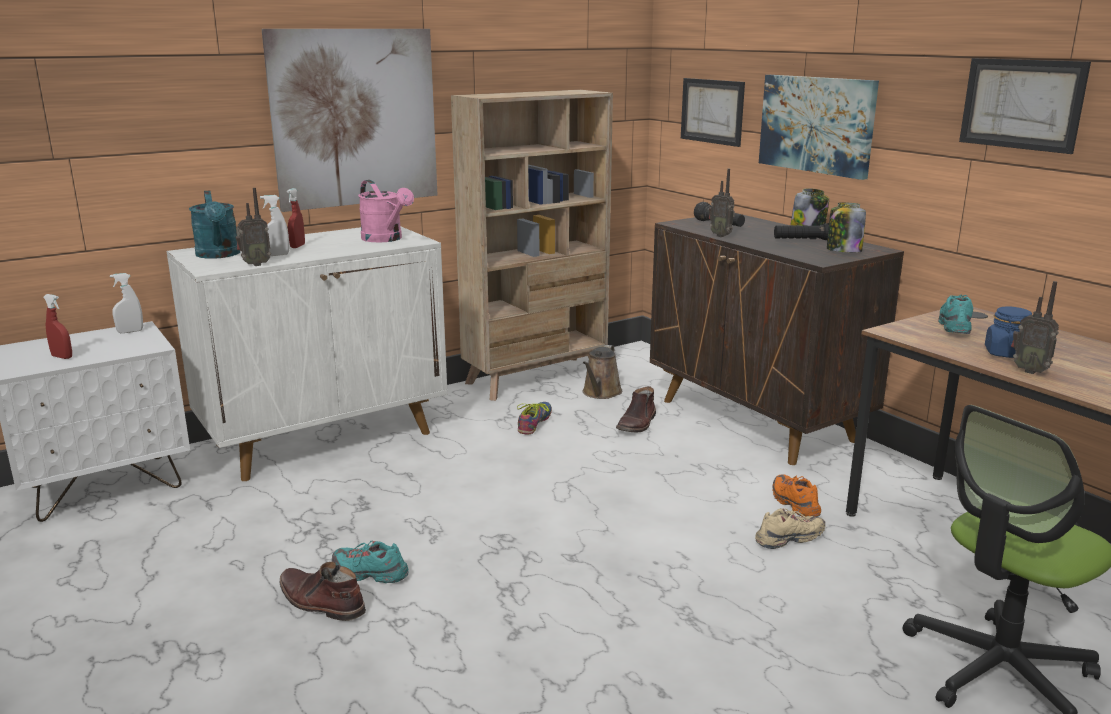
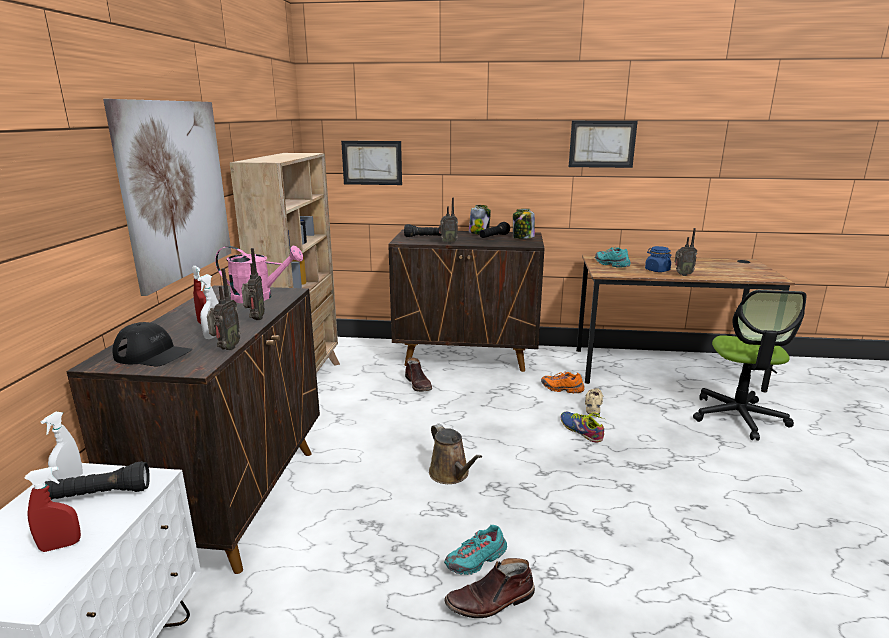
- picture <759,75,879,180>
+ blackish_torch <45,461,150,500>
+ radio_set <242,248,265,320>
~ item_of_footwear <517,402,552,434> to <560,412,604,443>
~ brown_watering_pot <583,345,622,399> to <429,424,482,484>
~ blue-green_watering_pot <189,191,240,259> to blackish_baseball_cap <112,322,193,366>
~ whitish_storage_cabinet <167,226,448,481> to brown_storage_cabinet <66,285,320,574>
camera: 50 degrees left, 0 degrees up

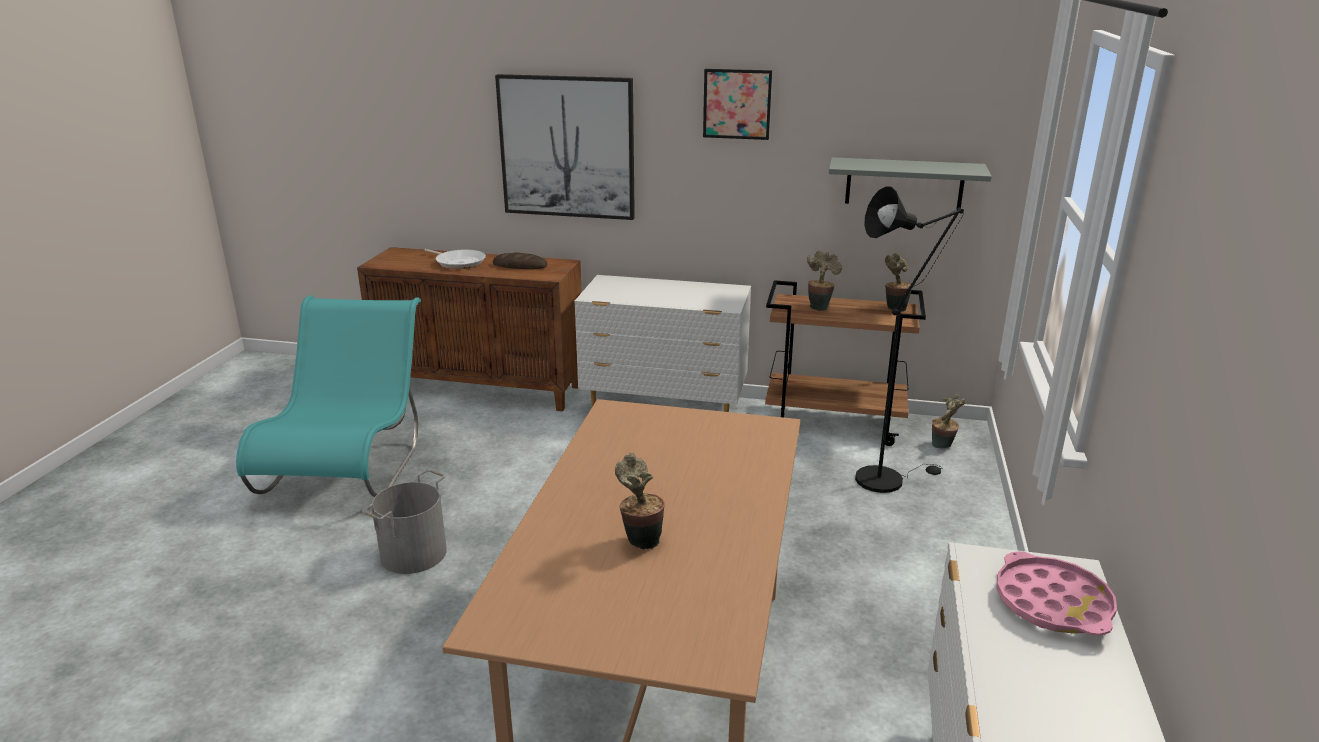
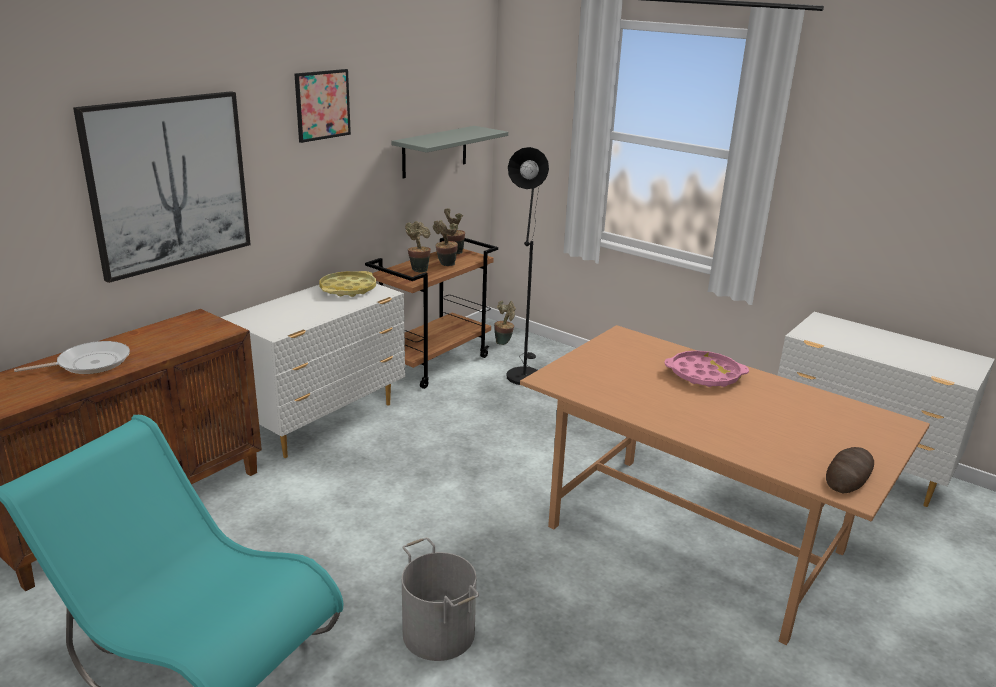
+ yellow-coloured_serving_tray <319,271,376,297>
~ baked_bread <493,252,547,269> to <826,447,874,493>
~ houseplant <615,452,665,550> to <433,220,458,266>
~ pinkish_serving_tray <996,551,1117,636> to <665,351,749,387>
camera: 65 degrees left, 0 degrees up

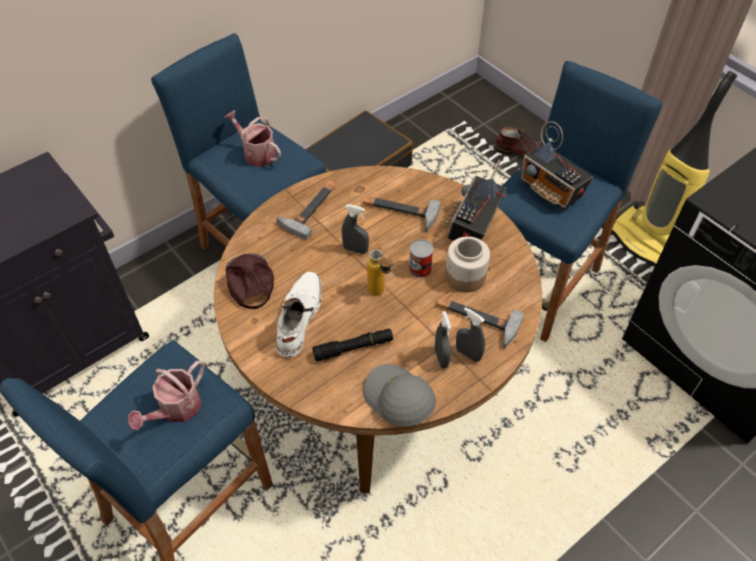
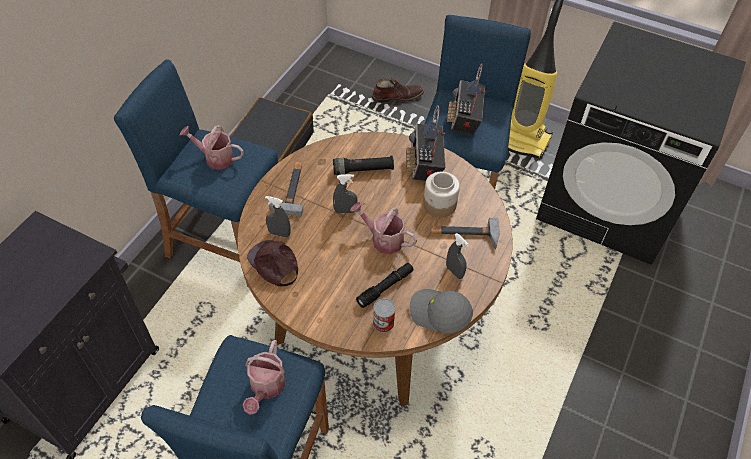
- whitish_boot <276,271,322,358>
~ metal_can <409,239,433,278> to <373,298,395,333>
~ grey_sprayer <456,307,485,362> to <265,196,291,238>
~ tool_hammer <363,196,441,233> to blackish_torch <333,155,394,175>
~ beverage_bottle <367,250,393,296> to watering_pot <350,202,417,254>
~ radio_set <521,121,593,210> = <447,63,486,135> 75 degrees clockwise
camera: 25 degrees left, 0 degrees up

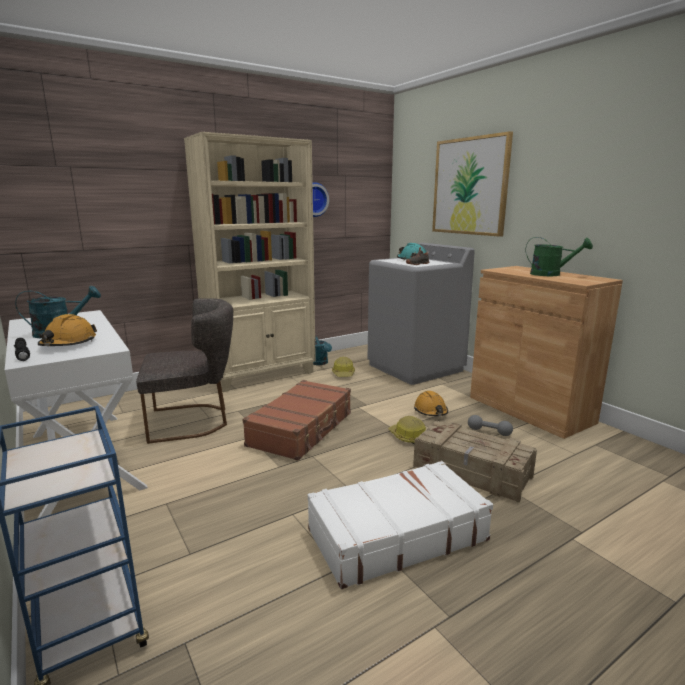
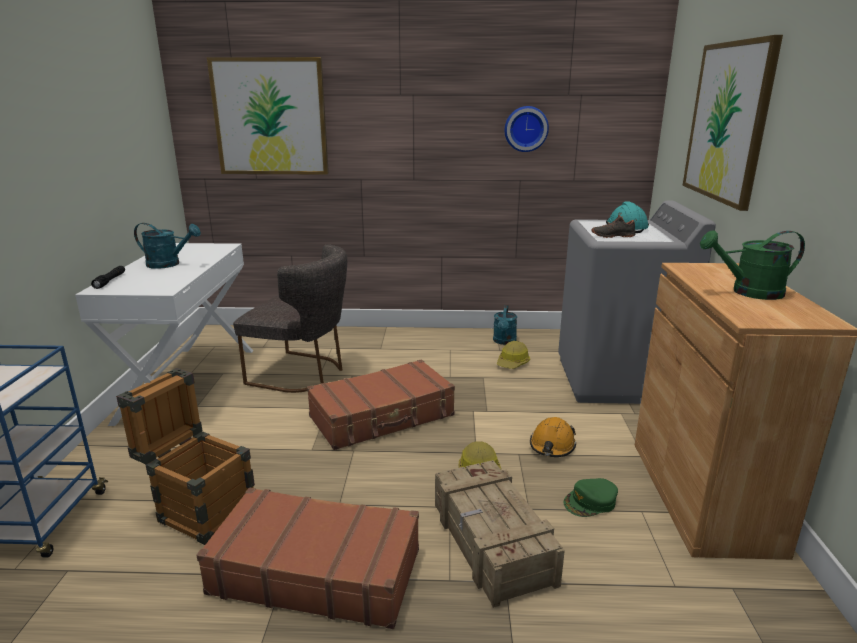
- orange-coloured_work_helmet <38,314,97,346>
- beige_shelving_unit <184,132,316,392>
+ packing_crate <116,368,255,545>
+ picture <207,57,329,175>
~ grey_free_weight <468,415,513,436> to green_baseball_cap <563,478,618,517>
~ whitish_travel_case <308,461,493,589> to brown_travel_case <196,488,419,629>
~ green_watering_pot <525,237,593,276> = <700,230,805,300> 120 degrees clockwise
camera: 35 degrees right, 5 degrees up

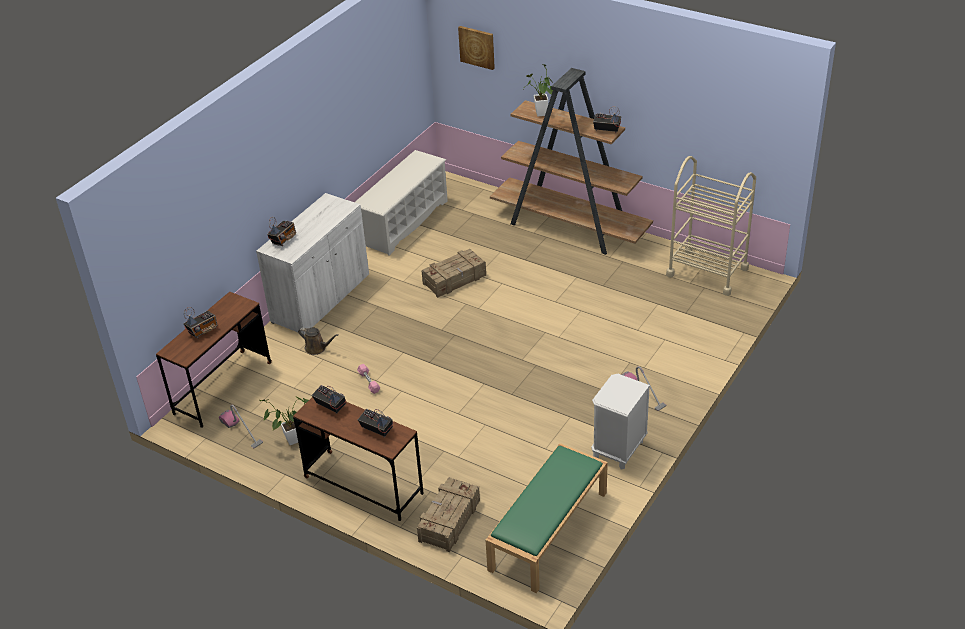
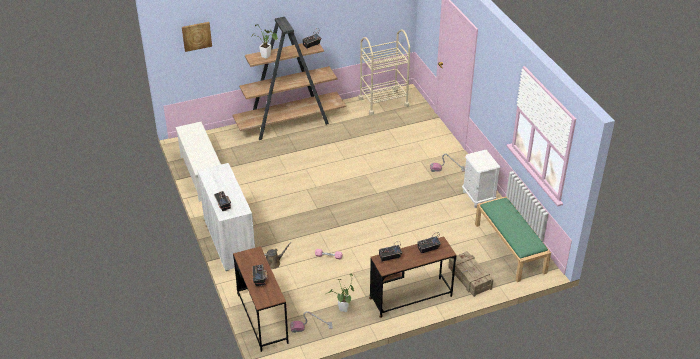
- packing_crate <422,249,486,298>
camera: 55 degrees left, 0 degrees up

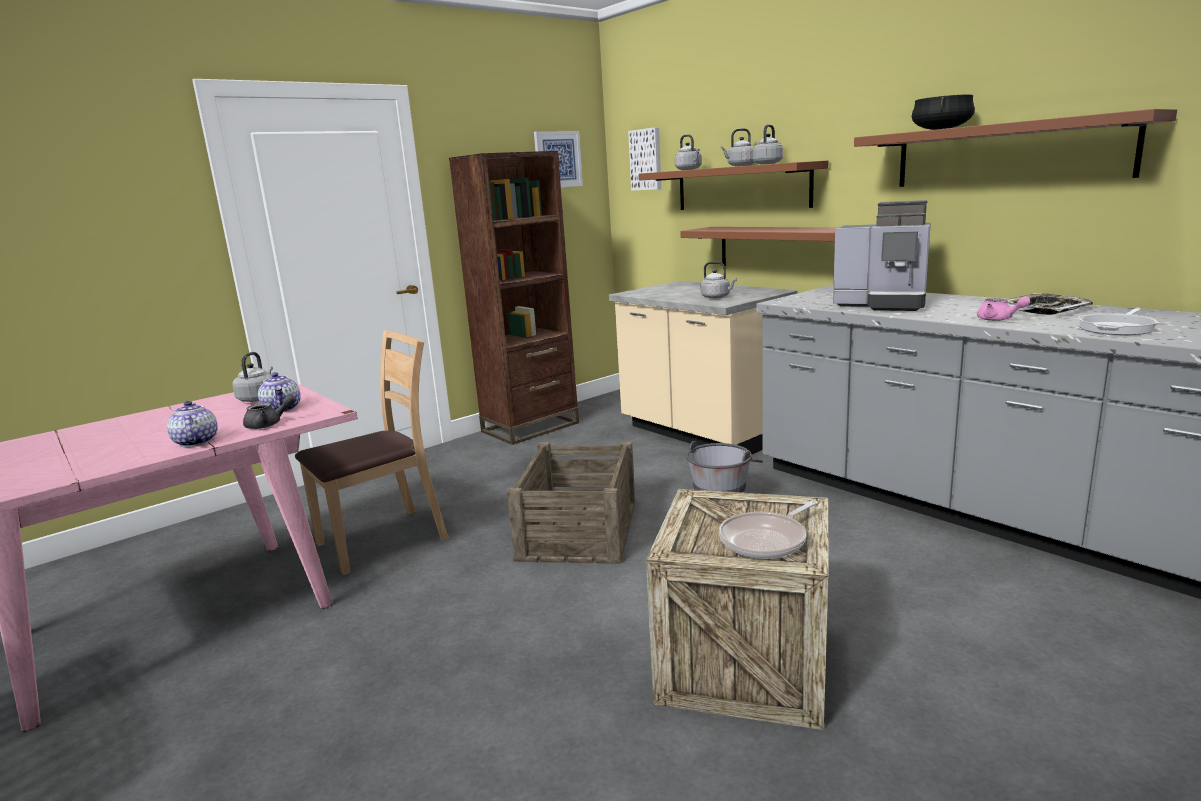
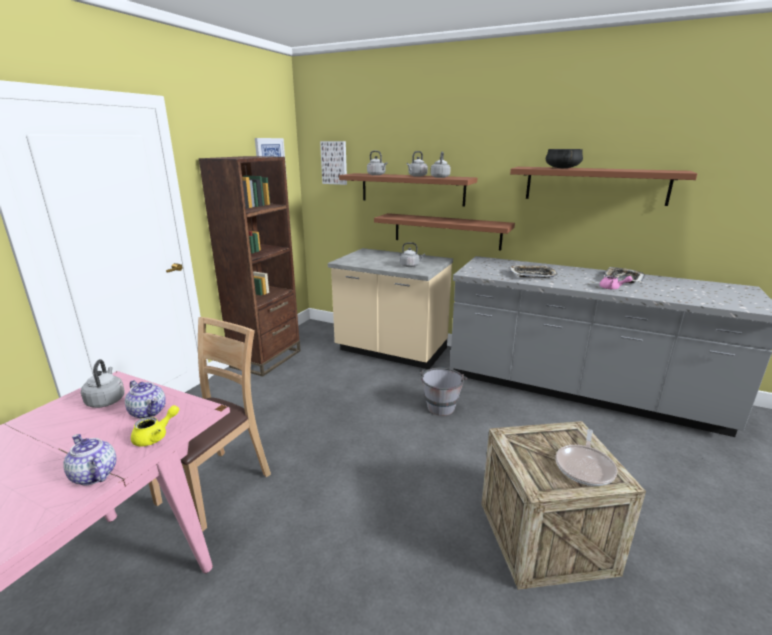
- packing_crate <507,442,635,564>
- pan <1078,308,1159,335>
~ coffee_machine <833,200,931,311> to serving_tray <508,265,558,278>
~ grey_tea_pot <243,395,296,429> to yellow-coloured_tea_pot <131,405,179,446>
camera: 25 degrees left, 5 degrees up

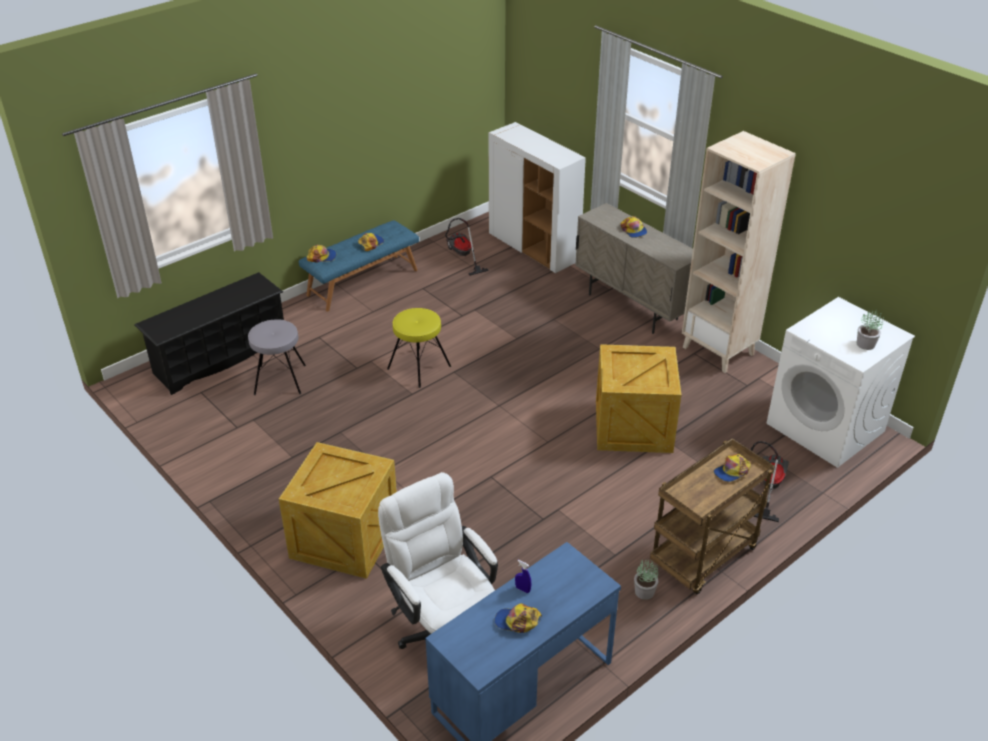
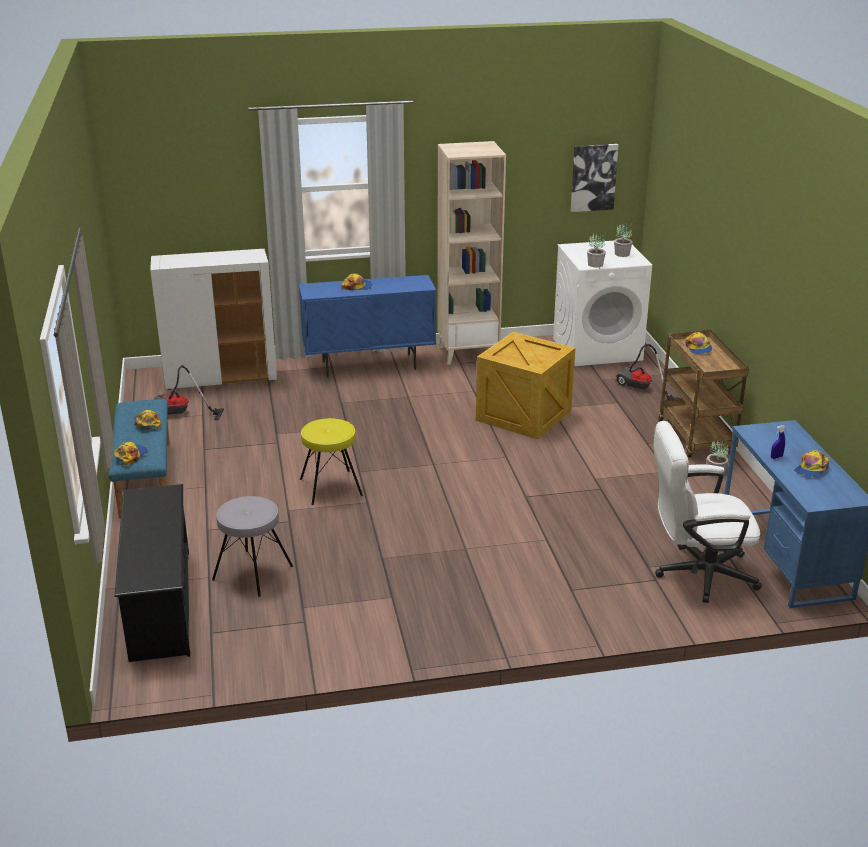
- packing_crate <279,442,397,579>
+ picture <571,144,618,212>
+ houseplant <587,233,606,267>
~ beige_storage_cabinet <575,203,693,334> to bluish_storage_cabinet <299,275,436,377>
camera: 60 degrees left, 10 degrees down

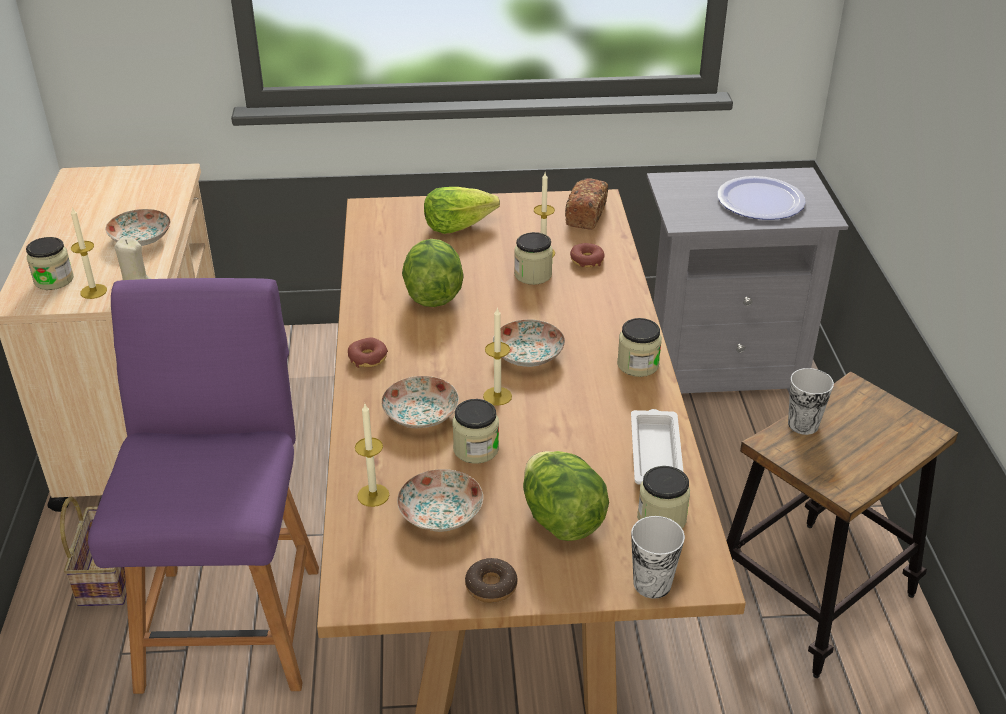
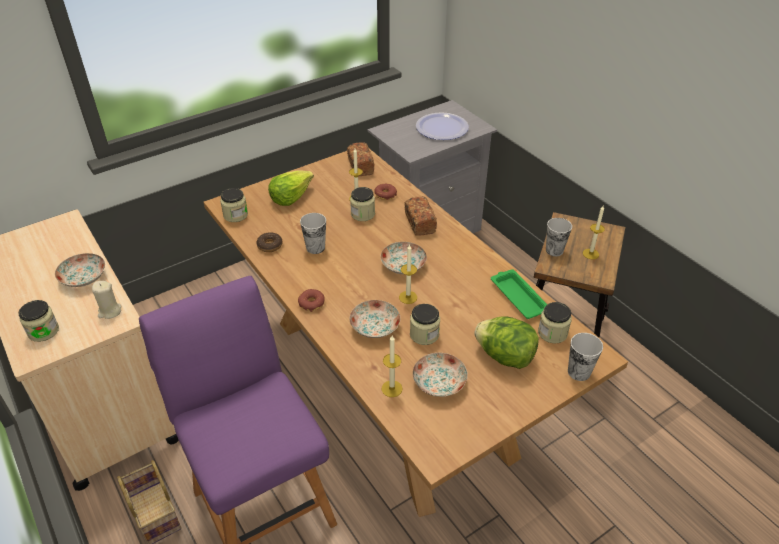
+ baked_bread <404,196,437,236>
~ wax_candle <71,207,107,299> to <583,206,605,259>
~ ring_doughnut <465,558,517,603> to <256,232,282,252>
~ preserve_jar <617,318,662,377> to <220,188,248,222>
~ head_of_lettuce <402,239,464,307> to small_cup <300,213,326,254>
~ whitish_serving_tray <631,409,683,485> to green_serving_tray <491,269,547,319>
camera: 30 degrees left, 5 degrees up

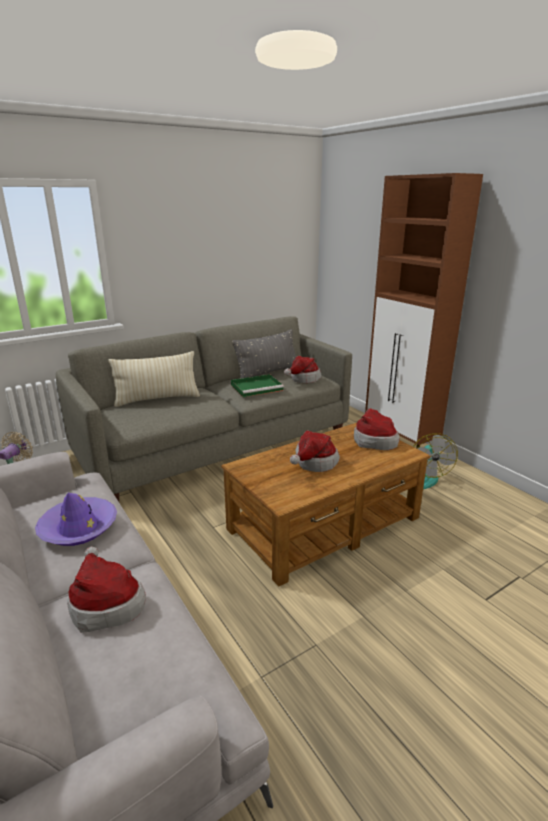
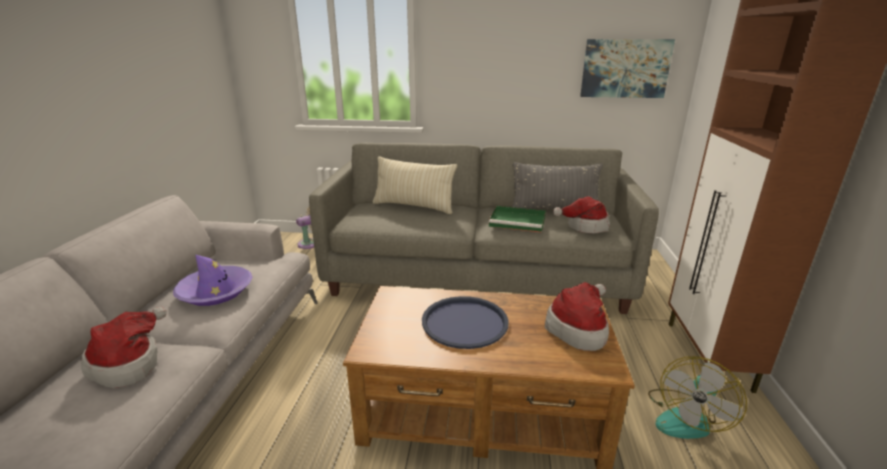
+ picture <580,39,675,98>
~ clothing_hat <290,430,340,472> to bluish_serving_tray <422,296,509,349>
camera: 40 degrees right, 0 degrees up

